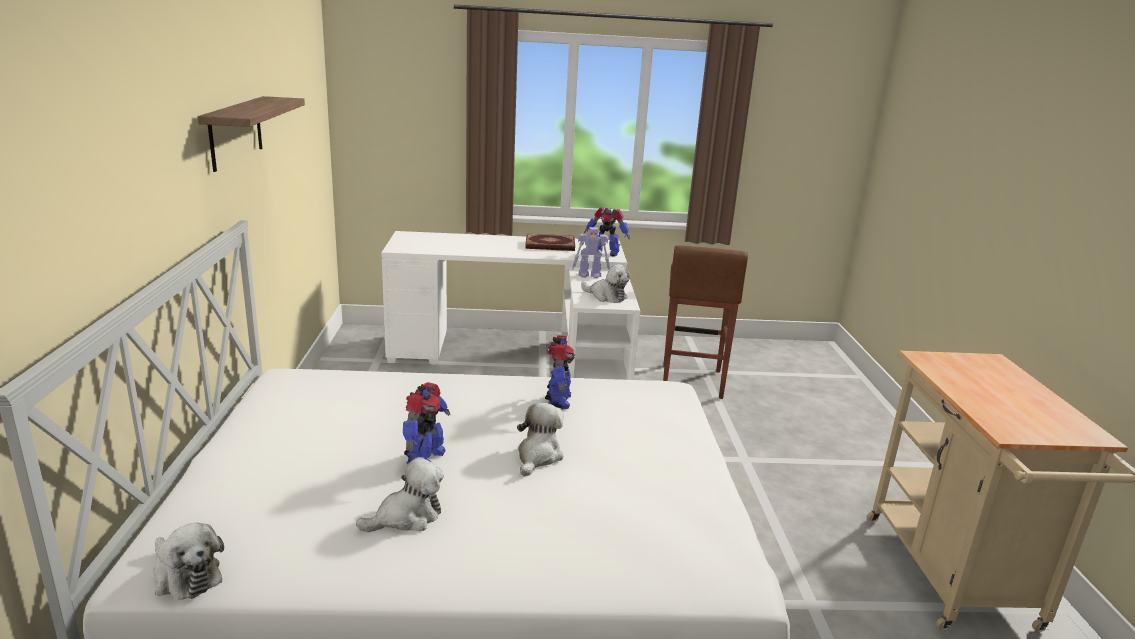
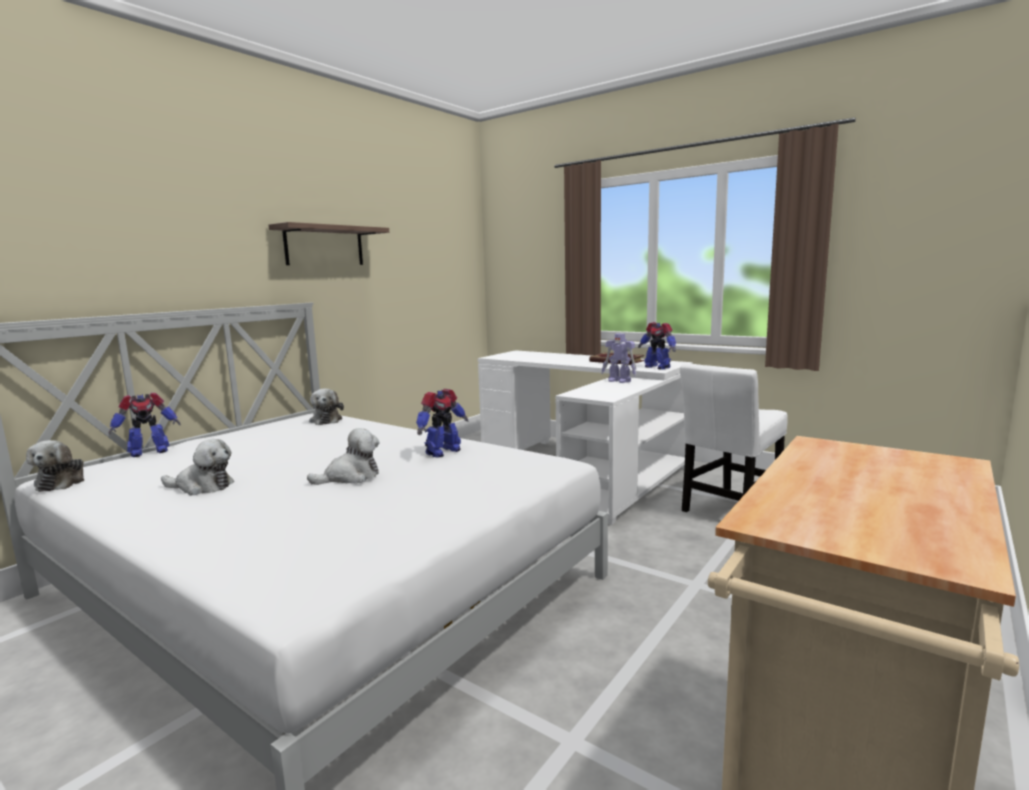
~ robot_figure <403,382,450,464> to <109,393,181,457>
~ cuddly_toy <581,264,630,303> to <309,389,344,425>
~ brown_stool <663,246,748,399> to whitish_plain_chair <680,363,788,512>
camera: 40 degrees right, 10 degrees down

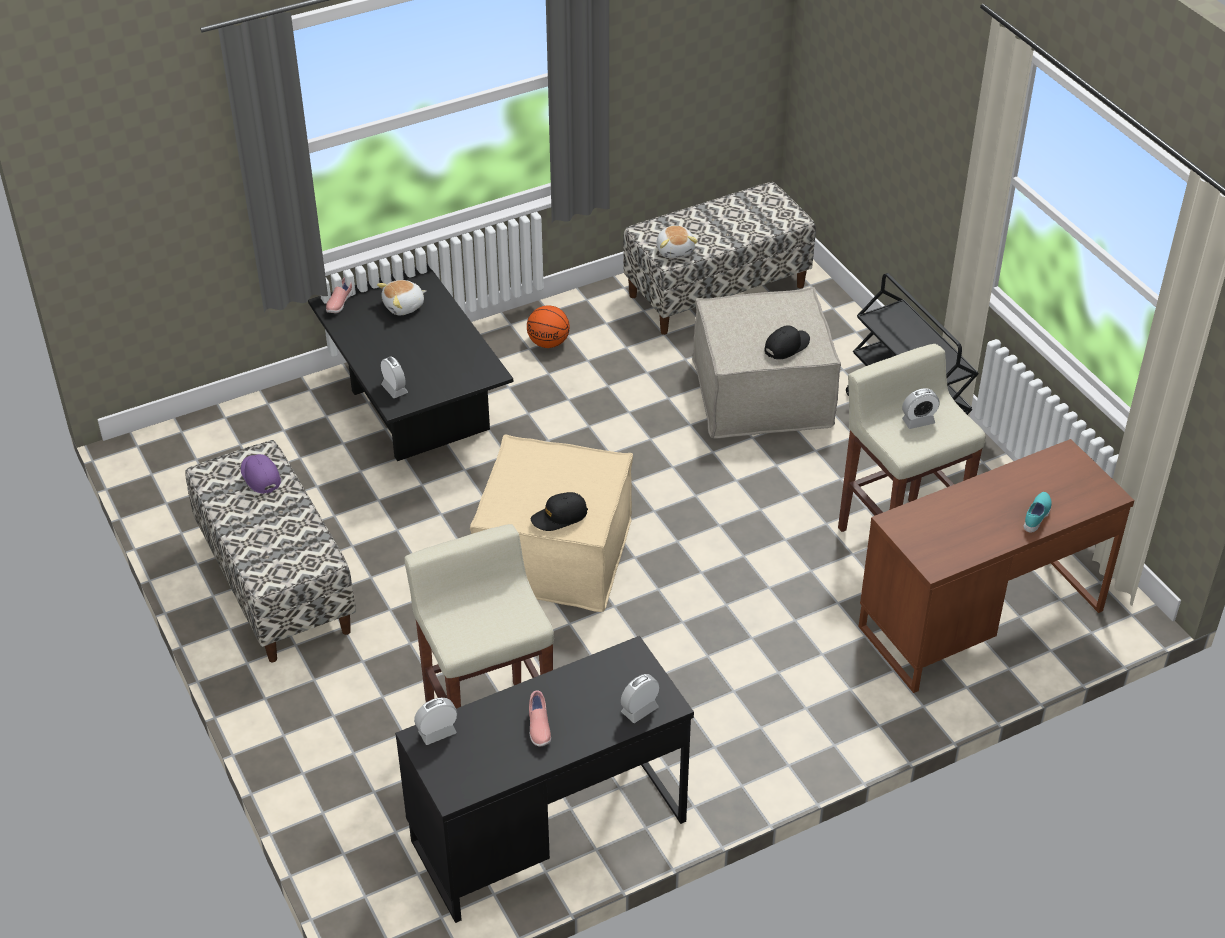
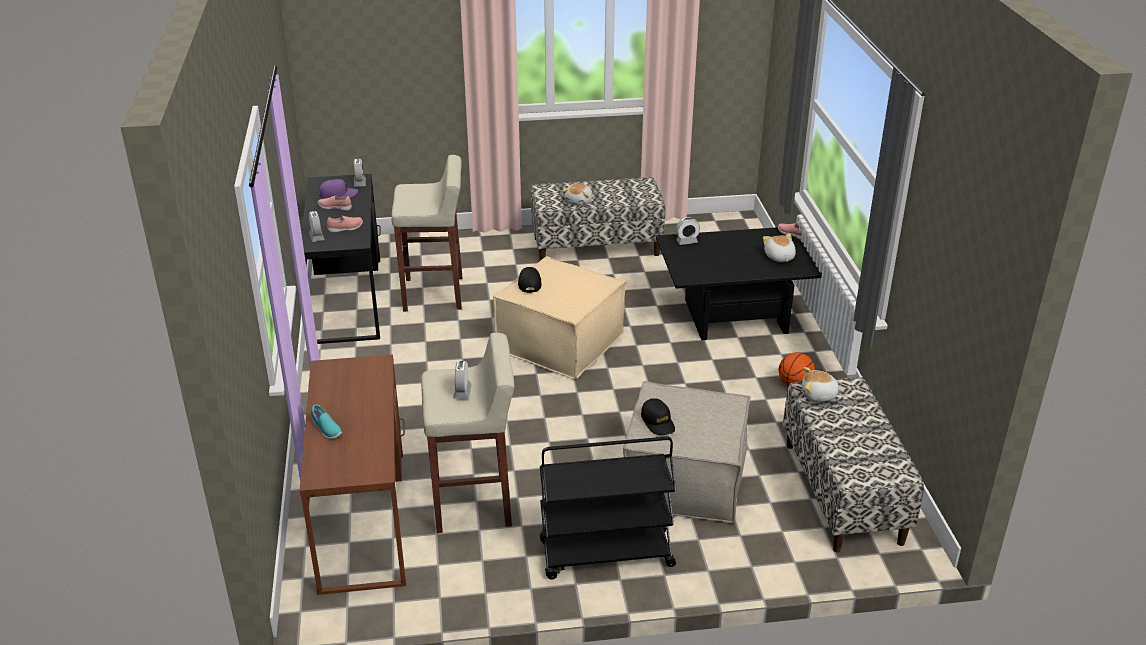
+ pinkish_item_of_footwear <327,216,363,233>
+ cuddly_toy <562,183,593,206>
~ purplish_baseball_cap <241,454,281,494> to <319,179,358,199>
camera: 110 degrees right, 10 degrees down

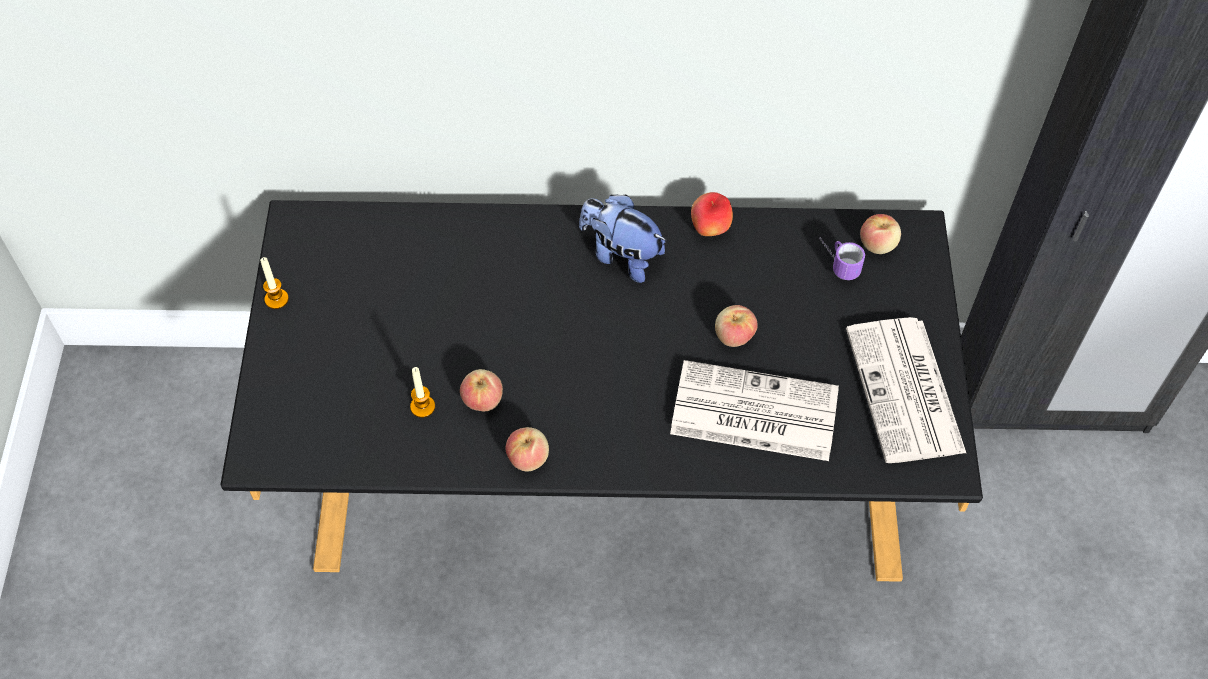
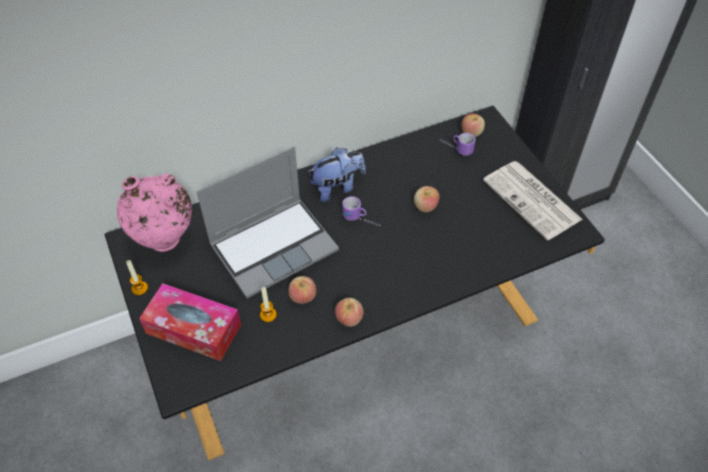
- newspaper <670,360,839,461>
- apple <691,192,733,236>
+ pinkish_flower_vase <117,173,192,252>
+ tissue_box <139,283,241,361>
+ notebook_computer <196,146,339,299>
+ tea_mug <342,196,381,227>
~ cuddly_toy <579,194,667,283> = <308,147,366,202> 150 degrees clockwise
camera: 25 degrees left, 5 degrees down

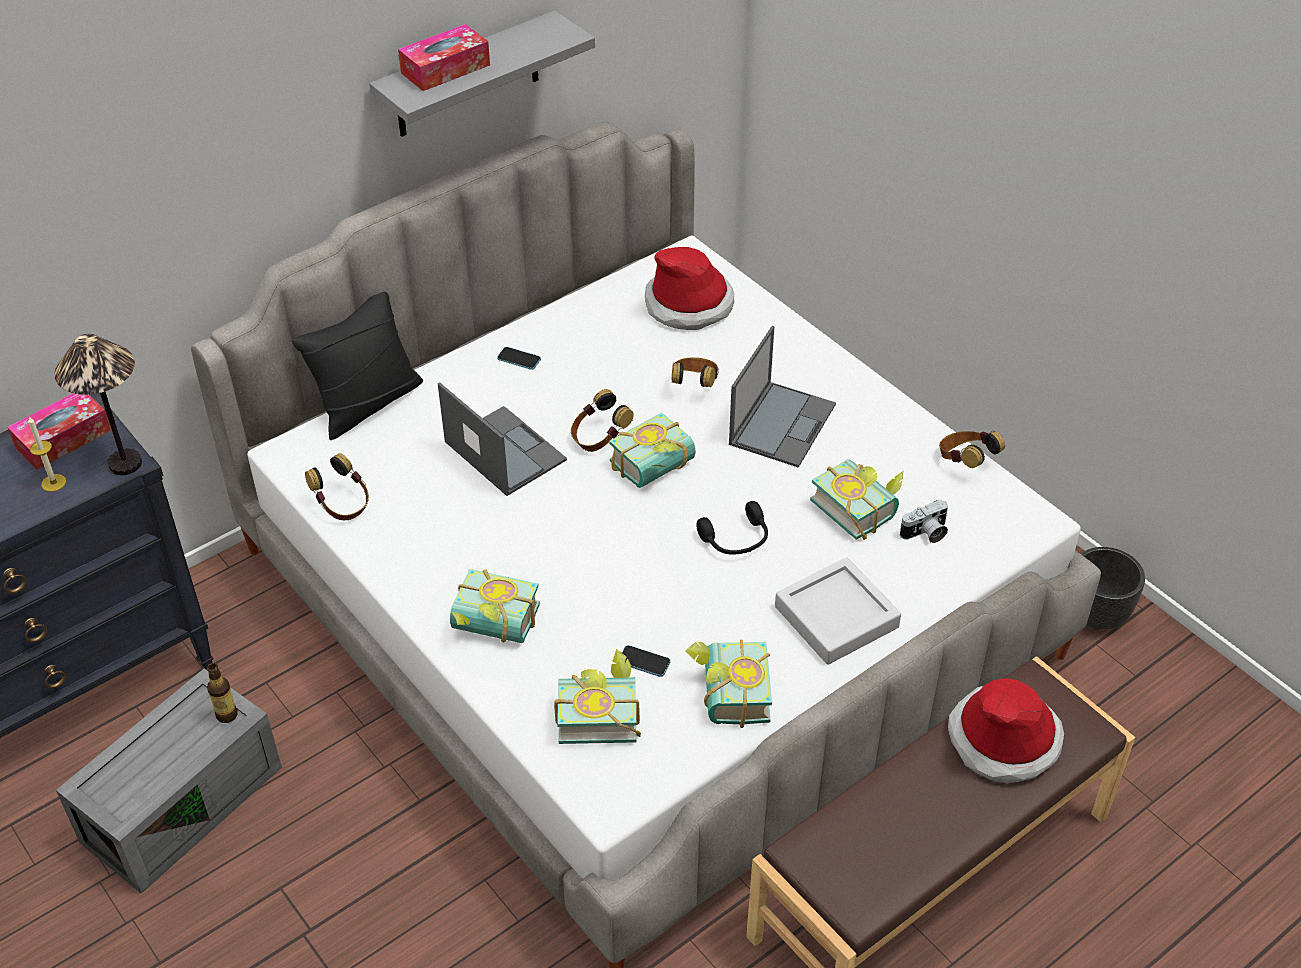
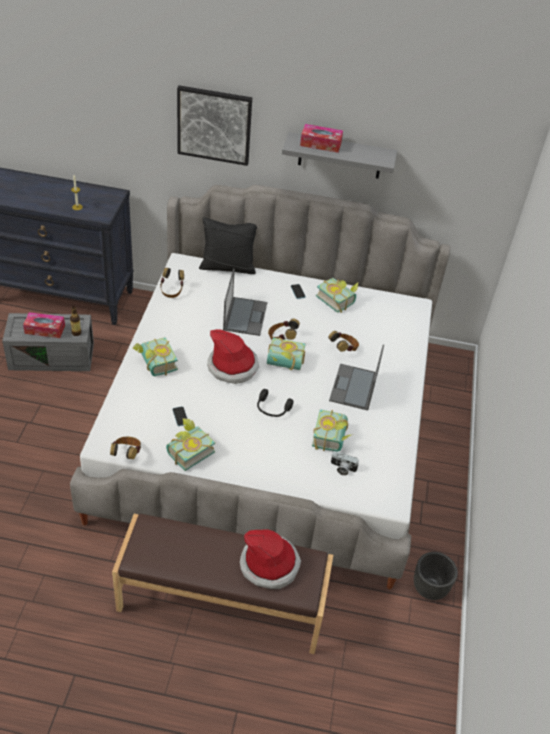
- table_lamp <54,334,142,475>
- grey_serving_tray <775,558,901,665>
+ picture <177,85,252,166>
~ tissue_box <7,393,111,470> to <23,312,65,338>
~ bound_book <554,649,641,744> to <316,278,358,313>
~ clothing_hat <645,247,734,330> to <207,329,259,384>
~ headset <939,431,1005,468> to <110,437,141,459>
~ notebook_computer <729,326,836,468> = <329,345,384,411> 120 degrees clockwise
camera: 45 degrees right, 0 degrees up

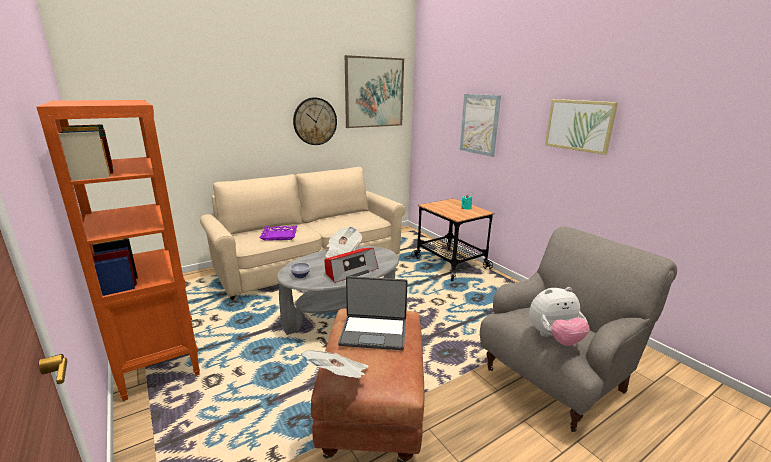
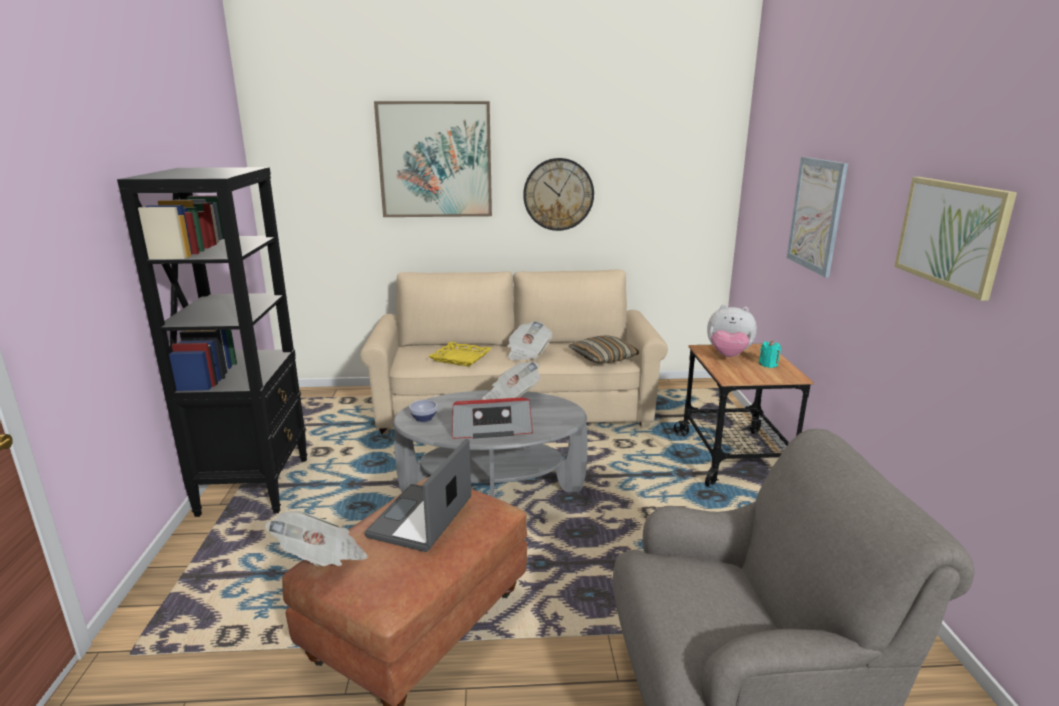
+ newspaper <507,321,553,361>
+ cushion <568,335,639,364>
~ picture <345,55,404,128> to <374,101,492,217>
~ cuddly_toy <529,287,590,346> to <707,305,757,357>
~ orange-coloured_shelving_unit <36,100,200,401> to blackish_shelving_unit <117,167,307,517>
~ purplish_serving_tray <259,226,298,241> to yellow-coloured_serving_tray <428,342,492,367>
~ notebook_computer <338,276,408,350> = <365,439,471,552> 75 degrees clockwise
camera: 30 degrees right, 0 degrees up

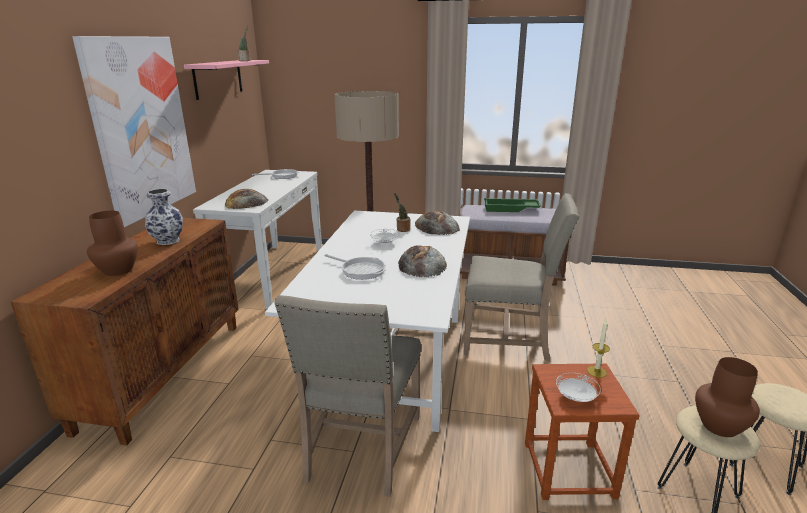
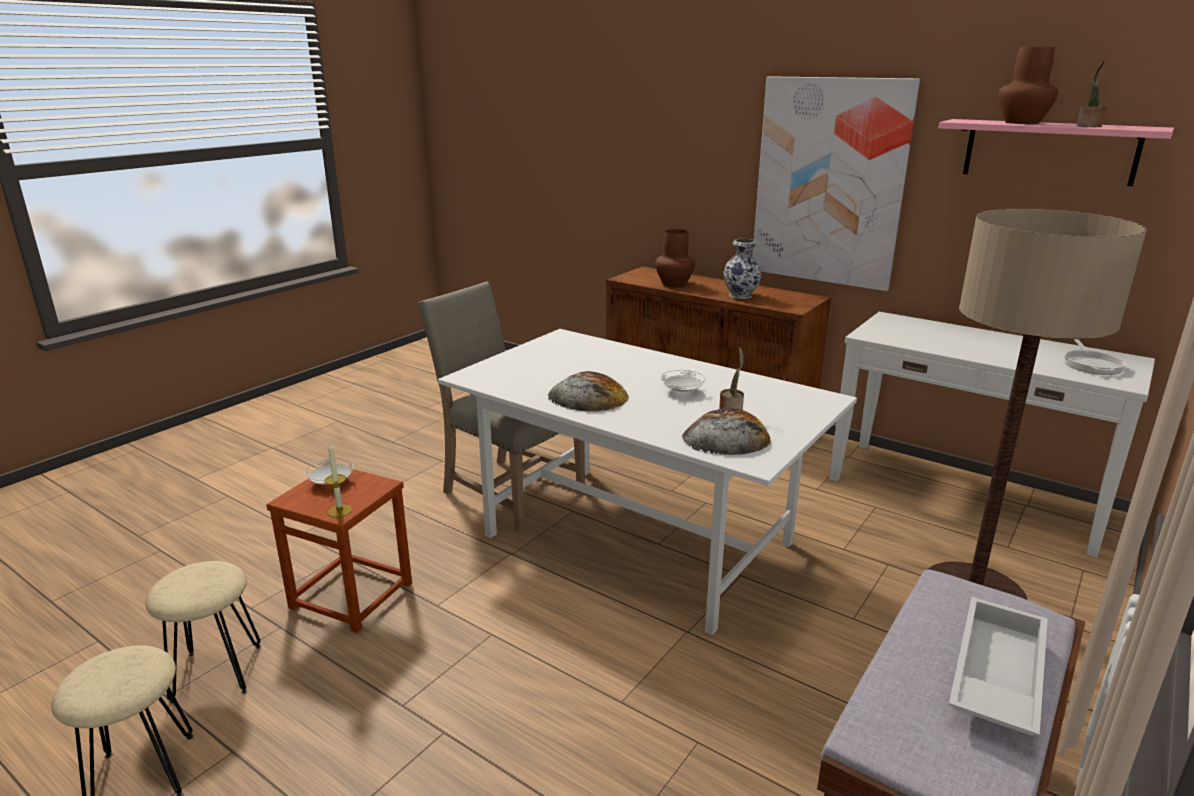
- baked_bread <225,189,268,209>
- pan <324,254,386,280>
- beige_plain_chair <463,193,579,361>
~ brown_flower_vase <695,357,760,437> to <999,47,1058,124>
~ green_serving_tray <484,198,541,212> to whitish_serving_tray <949,597,1048,736>
camera: 115 degrees right, 0 degrees up

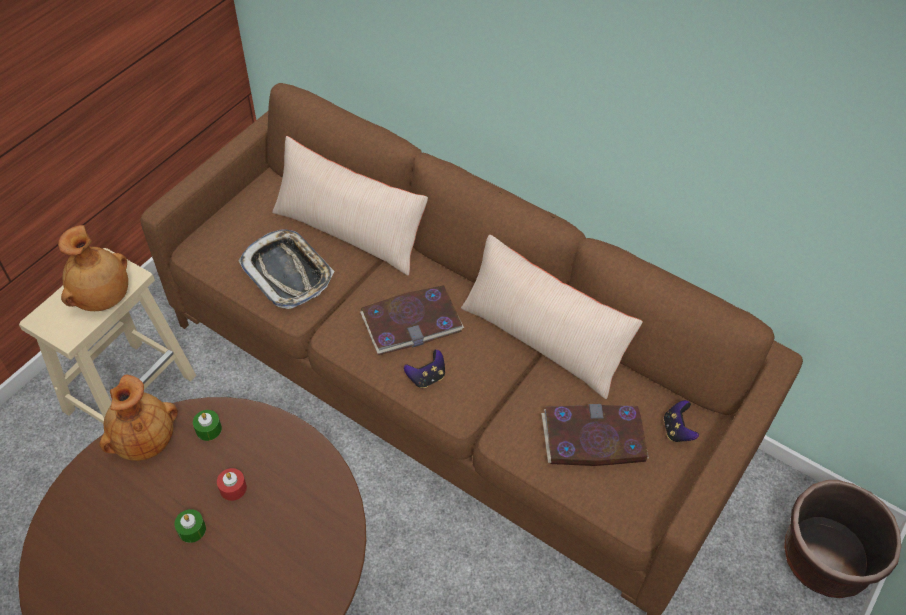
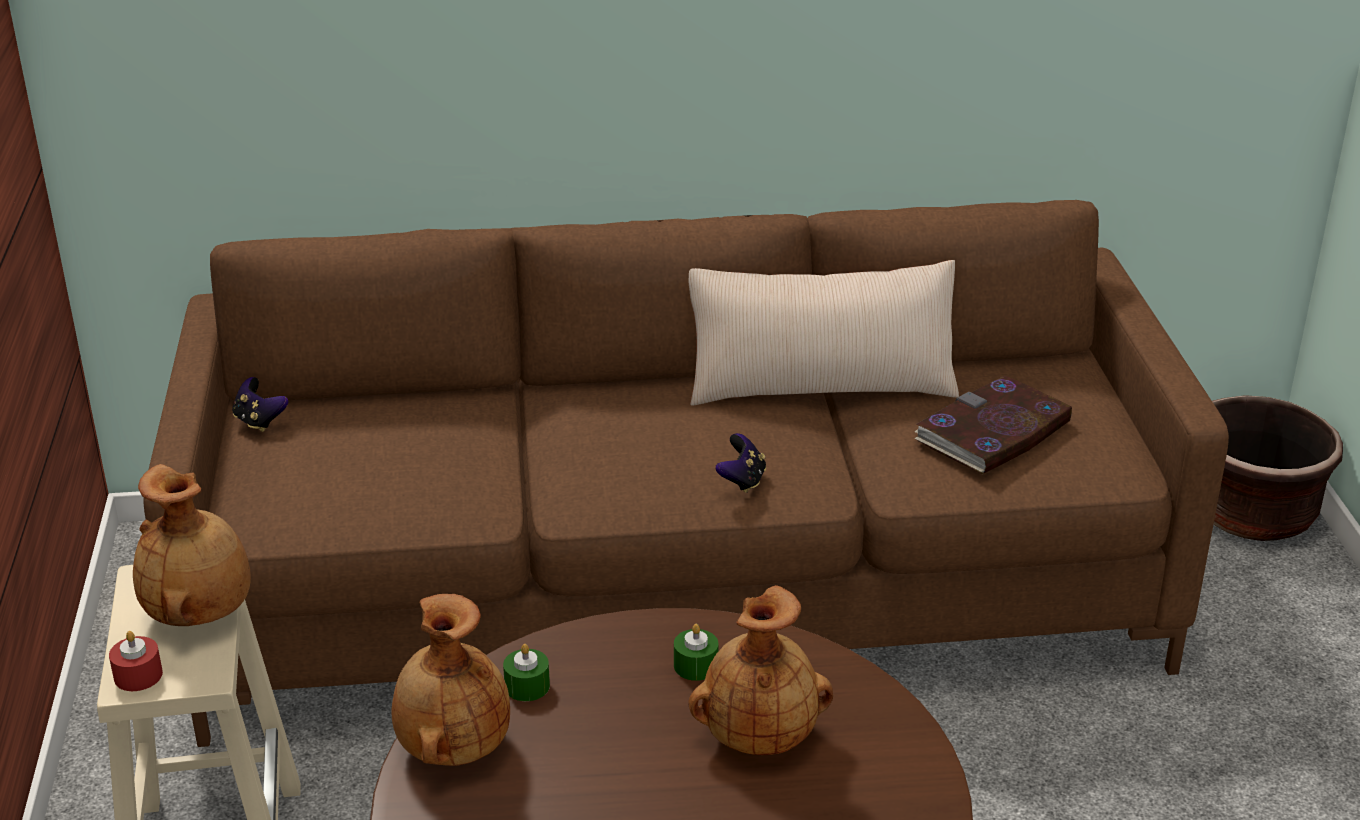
- serving_tray <239,229,334,309>
- beige_cushion <272,136,428,275>
- bound_book <360,285,464,355>
+ brown_flower_vase <688,585,833,755>
~ green_wax_candle <174,509,206,543> to <674,624,719,681>
~ red_wax_candle <217,468,247,501> to <109,631,163,691>
~ joypad <663,400,699,442> to <232,377,288,432>
camera: 40 degrees left, 20 degrees down

